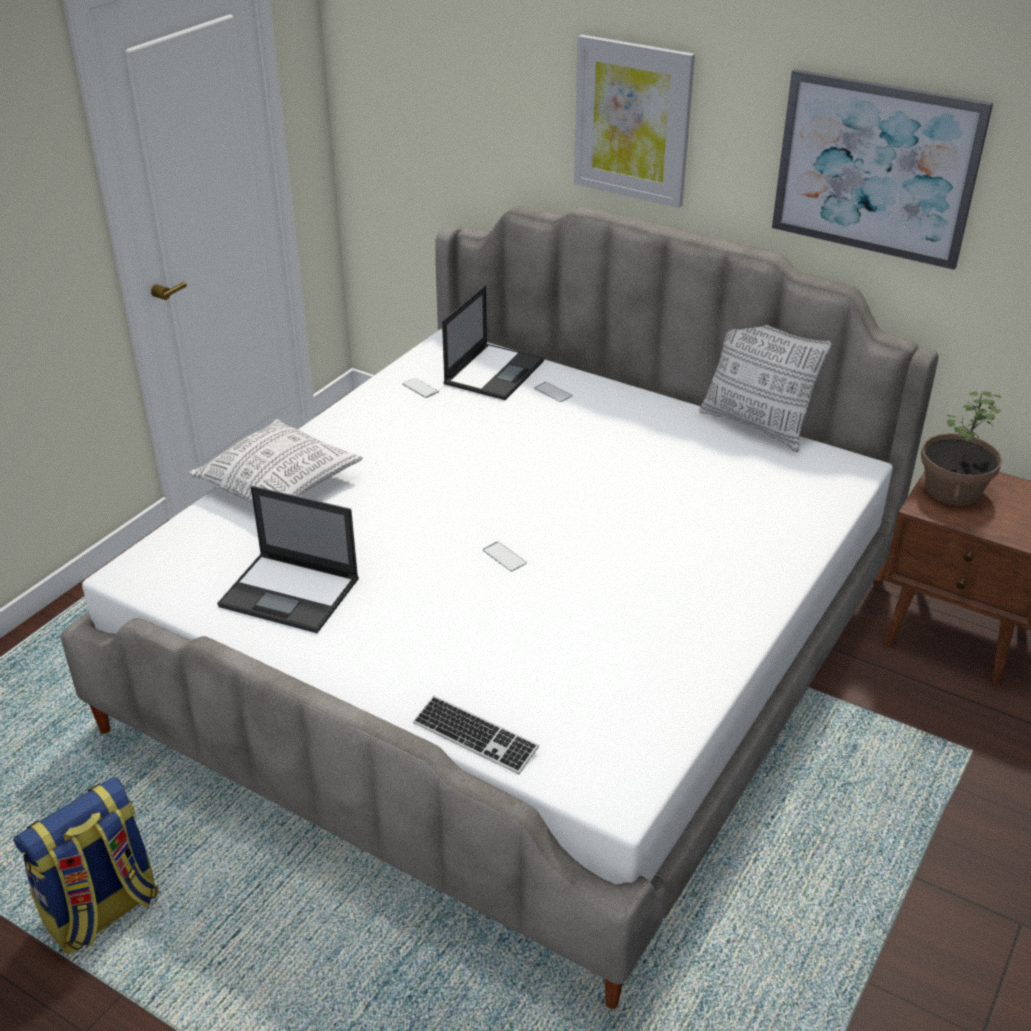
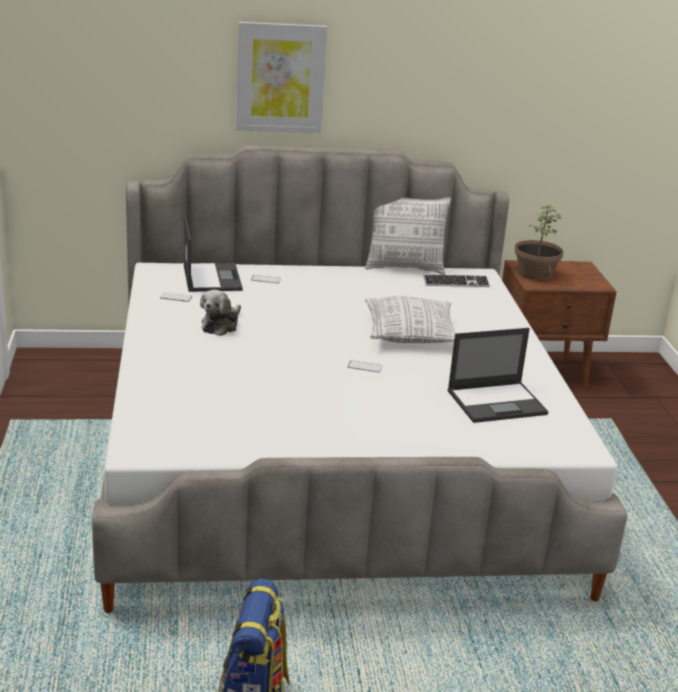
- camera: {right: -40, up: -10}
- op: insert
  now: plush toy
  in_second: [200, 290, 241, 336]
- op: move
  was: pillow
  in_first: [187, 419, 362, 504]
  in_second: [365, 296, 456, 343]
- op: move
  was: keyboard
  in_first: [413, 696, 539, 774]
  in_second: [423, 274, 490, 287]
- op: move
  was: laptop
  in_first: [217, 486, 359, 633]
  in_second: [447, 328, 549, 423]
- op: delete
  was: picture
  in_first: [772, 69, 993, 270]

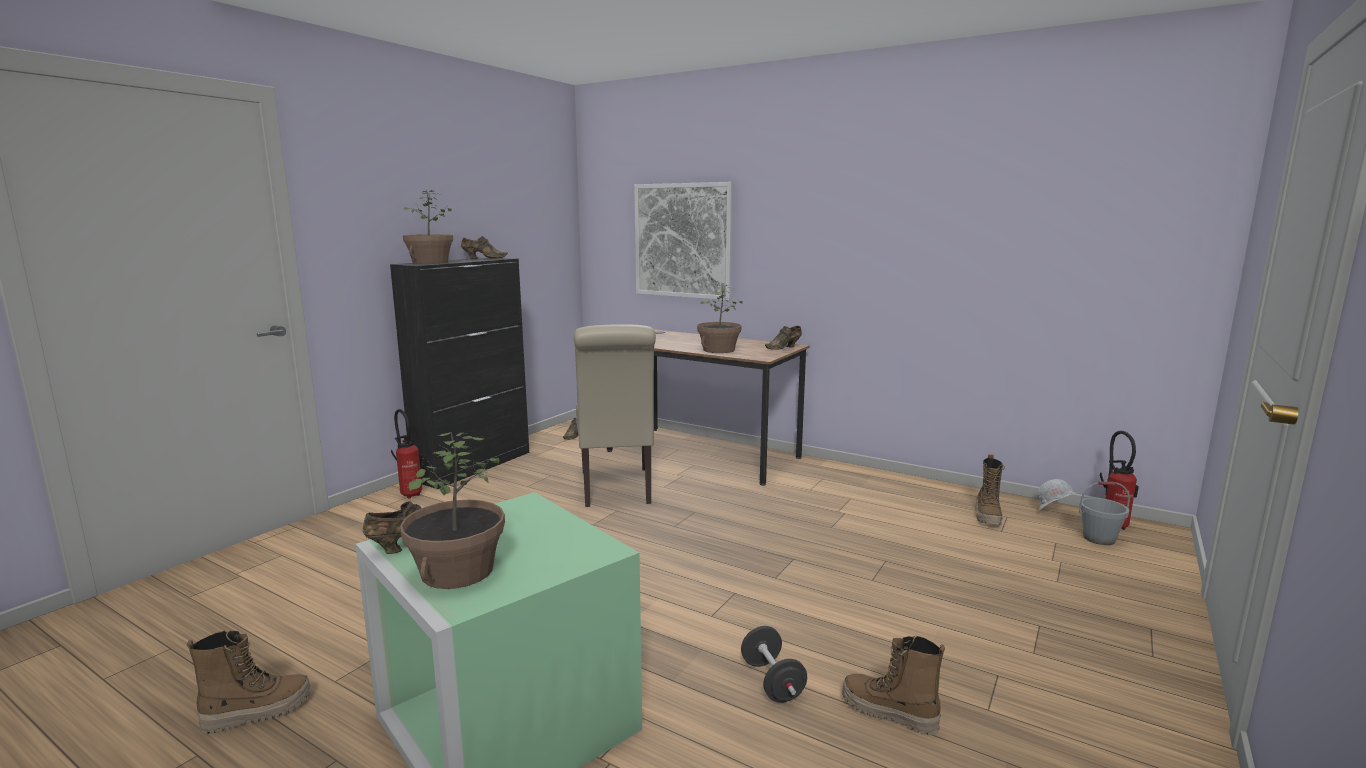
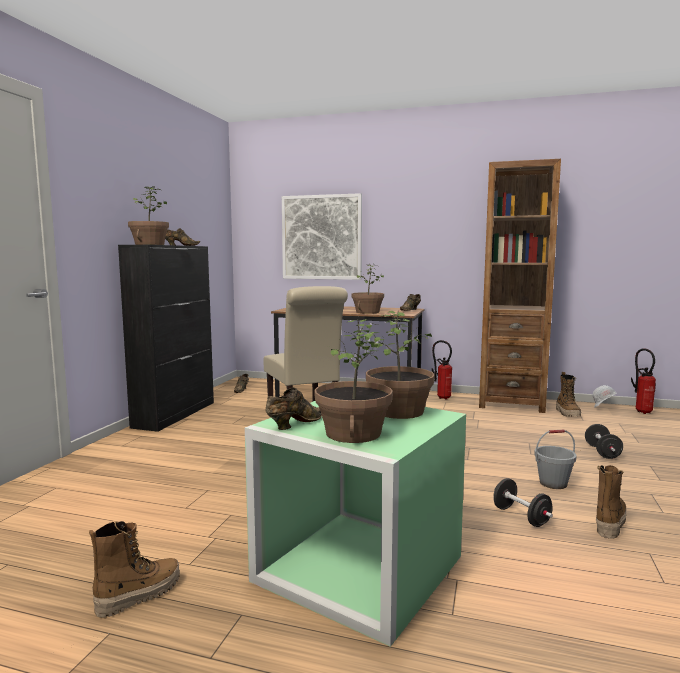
- camera: {right: -15, up: -5}
- op: insert
  now: potted plant
  in_second: [365, 311, 435, 419]
- op: move
  was: fire extinguisher
  in_first: [391, 409, 424, 498]
  in_second: [432, 340, 452, 400]
- op: insert
  now: brown bookcase
  in_second: [479, 159, 561, 413]
- op: move
  was: grey bucket
  in_first: [1079, 481, 1130, 545]
  in_second: [534, 429, 577, 489]
- op: insert
  now: black dumbbell
  in_second: [585, 424, 623, 459]
- op: rotate
  was: boot
  in_first: [842, 636, 945, 735]
  in_second: [596, 465, 627, 539]
  clockwise: 105

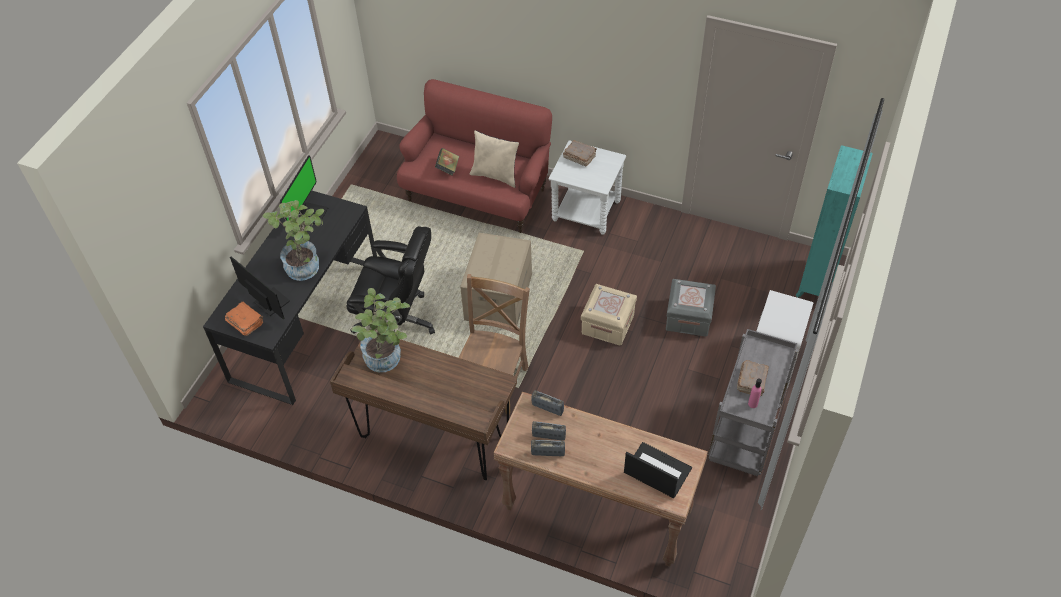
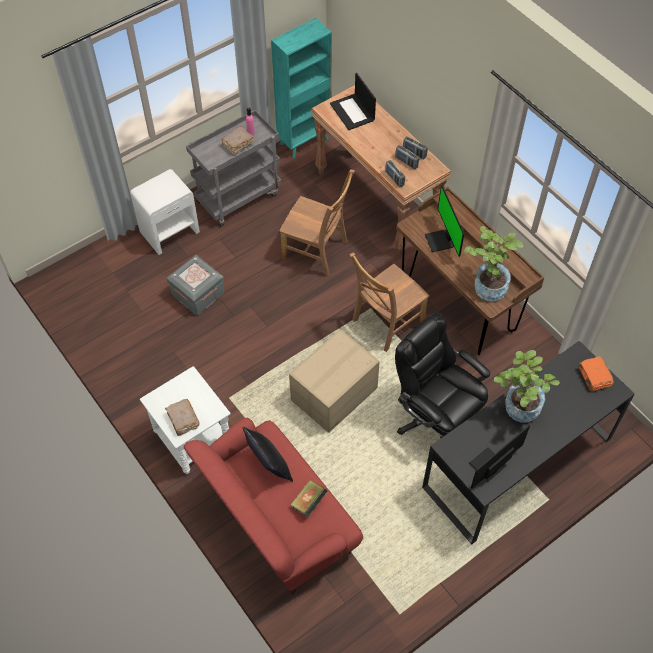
- camera: {right: -150, up: 5}
- op: recolor
  was: beige pillow
  now: black pillow
  in_first: [470, 130, 519, 188]
  in_second: [243, 427, 293, 482]
- op: move
  was: turquoise bookcase
  in_first: [796, 145, 873, 298]
  in_second: [271, 18, 332, 159]
- op: insert
  now: brown chair
  in_second: [279, 169, 355, 276]
- op: move
  was: monitor
  in_first: [230, 257, 290, 319]
  in_second: [425, 185, 464, 257]
- op: delete
  was: beige storage box
  in_first: [581, 284, 637, 346]

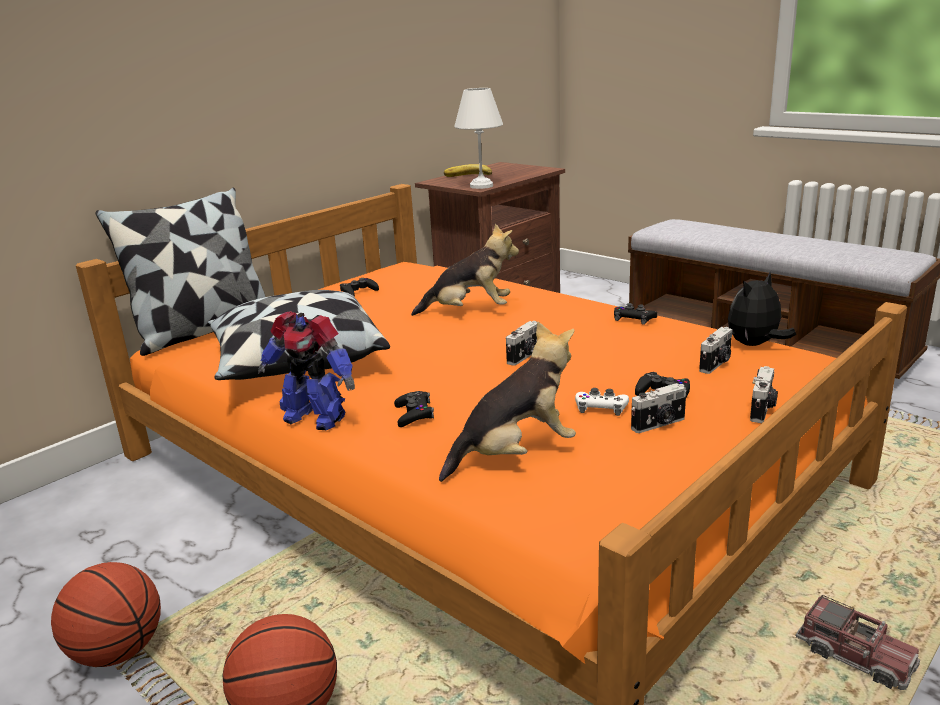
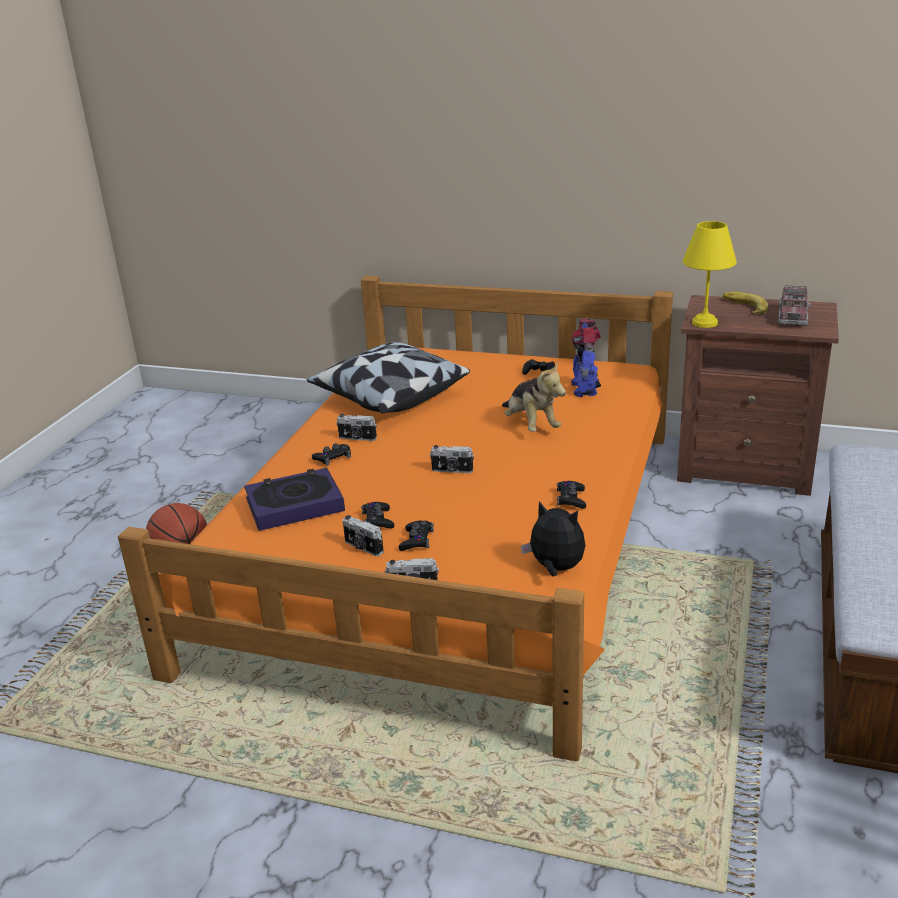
- camera: {right: 65, up: 5}
- op: replace
  was: plush toy
  now: book
  in_first: [439, 321, 576, 482]
  in_second: [244, 468, 345, 531]
- op: move
  was: photo camera
  in_first: [699, 327, 733, 374]
  in_second: [337, 414, 377, 441]
- op: recolor
  was: white game controller
  now: black game controller
  in_first: [575, 388, 629, 416]
  in_second: [361, 502, 394, 528]
- op: move
  was: toy robot
  in_first: [258, 311, 355, 430]
  in_second: [571, 319, 601, 397]
- op: recolor
  was: white table lamp
  now: yellow table lamp
  in_first: [454, 88, 503, 189]
  in_second: [683, 221, 737, 328]
- op: move
  was: toy truck
  in_first: [796, 595, 920, 690]
  in_second: [778, 286, 811, 326]
- op: delete
  was: basketball
  in_first: [51, 562, 161, 667]
- op: delete
  was: pillow
  in_first: [95, 188, 265, 356]

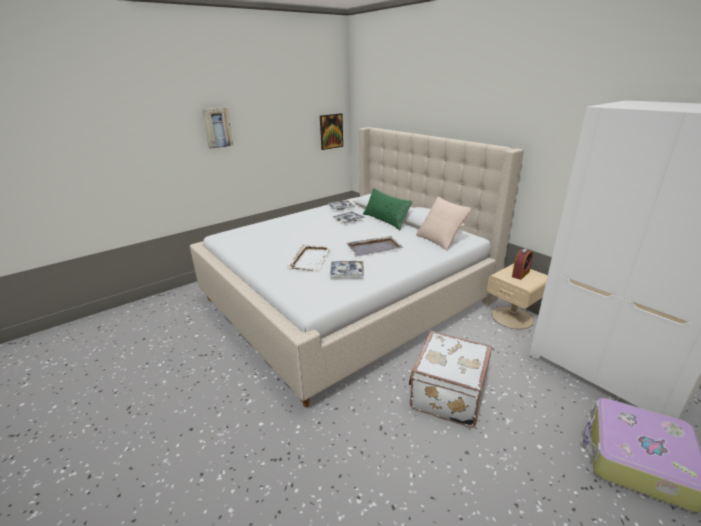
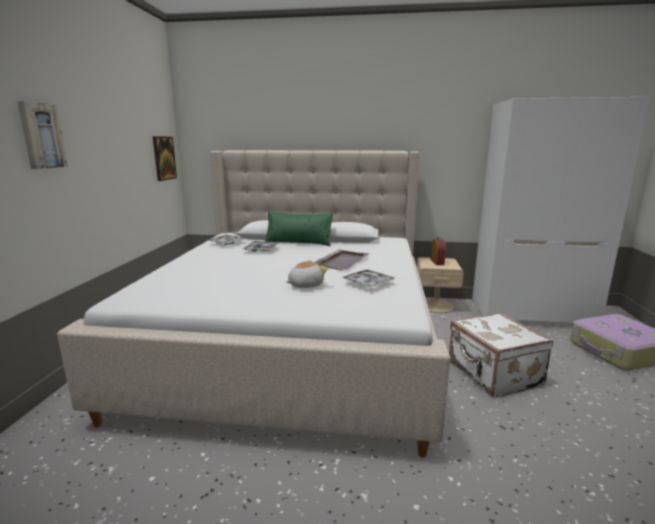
- camera: {right: -45, up: -10}
- op: replace
  was: white tray
  now: plush toy
  in_first: [286, 245, 331, 271]
  in_second: [286, 260, 328, 288]
- op: delete
  was: beige pillow
  in_first: [416, 197, 472, 250]

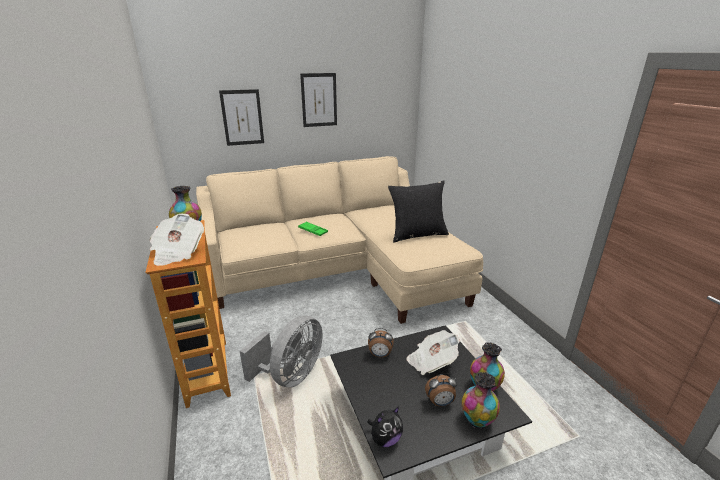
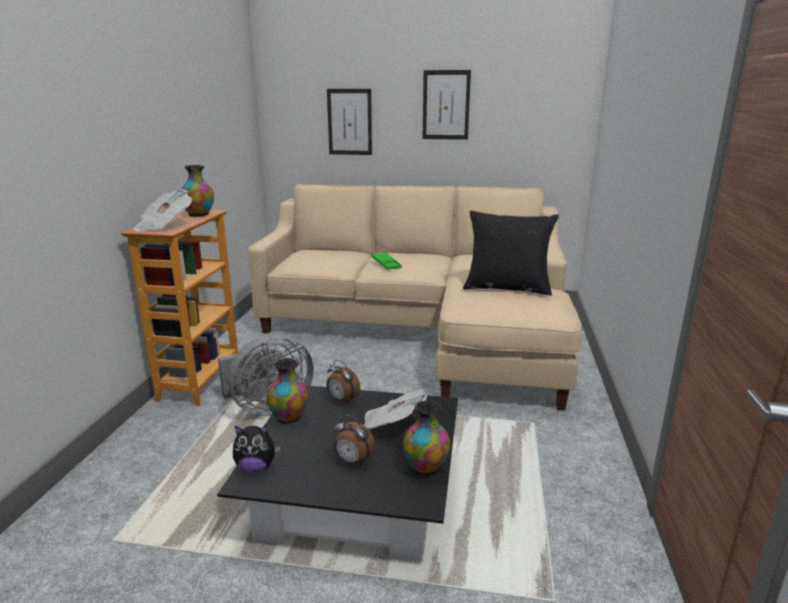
- camera: {right: 30, up: -5}
- op: move
  was: vase
  in_first: [462, 372, 500, 429]
  in_second: [267, 358, 308, 424]

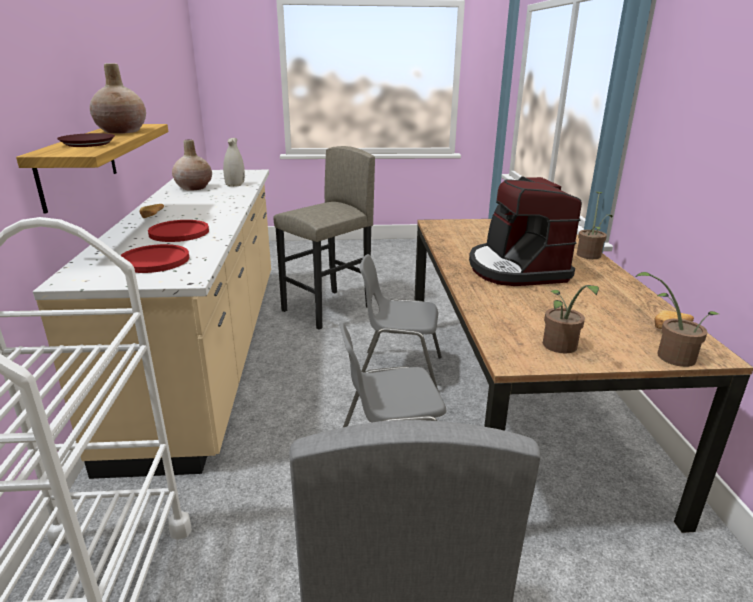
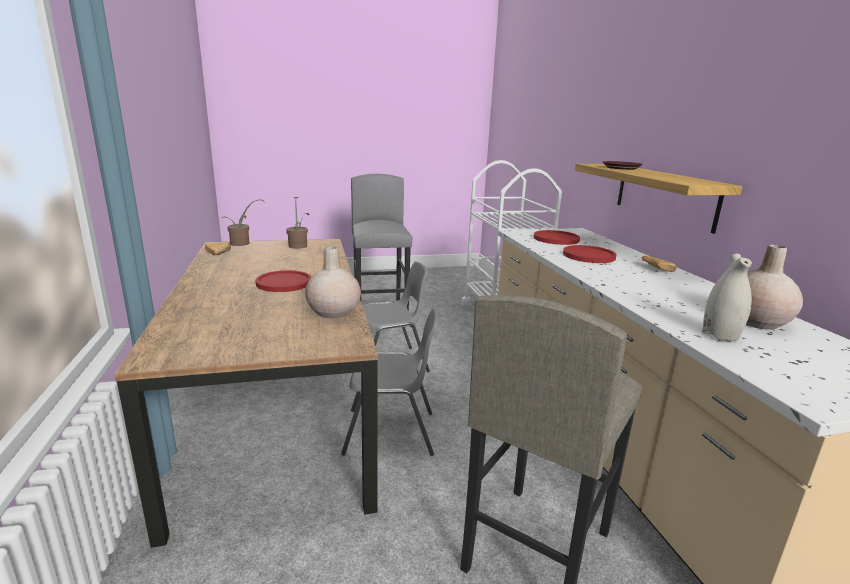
- camera: {right: 170, up: -5}
- op: replace
  was: coffee machine
  now: red plate
  in_first: [469, 176, 582, 286]
  in_second: [256, 270, 311, 292]
- op: move
  was: beige vase
  in_first: [89, 63, 146, 134]
  in_second: [305, 246, 361, 318]
- op: delete
  was: potted plant
  in_first: [577, 192, 613, 259]

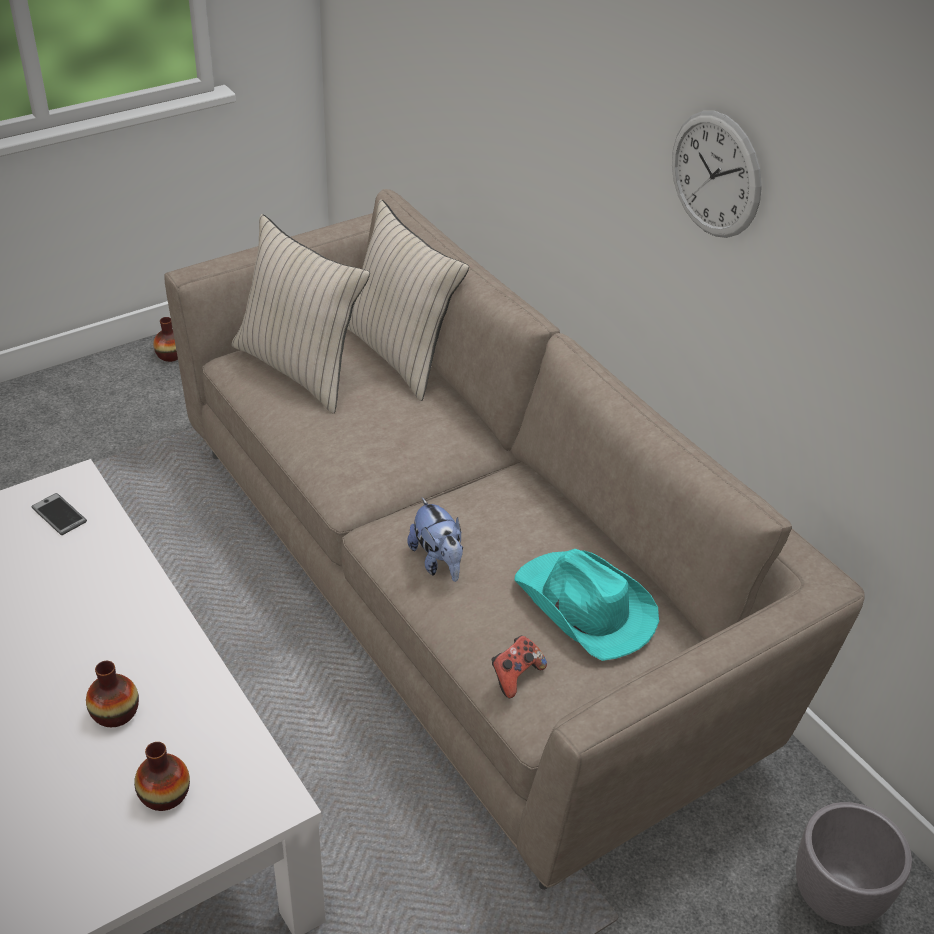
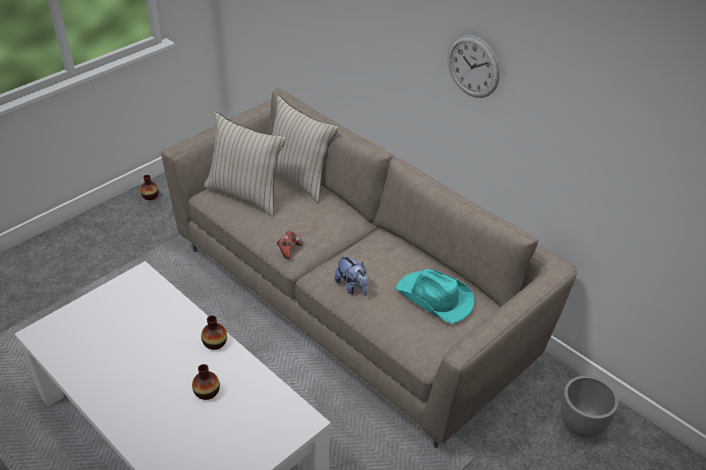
- camera: {right: -10, up: 0}
- op: move
  was: vase
  in_first: [134, 742, 190, 811]
  in_second: [201, 315, 227, 350]
- op: move
  was: game controller
  in_first: [492, 636, 547, 698]
  in_second: [277, 231, 303, 259]
- op: delete
  was: phone
  in_first: [32, 493, 87, 535]

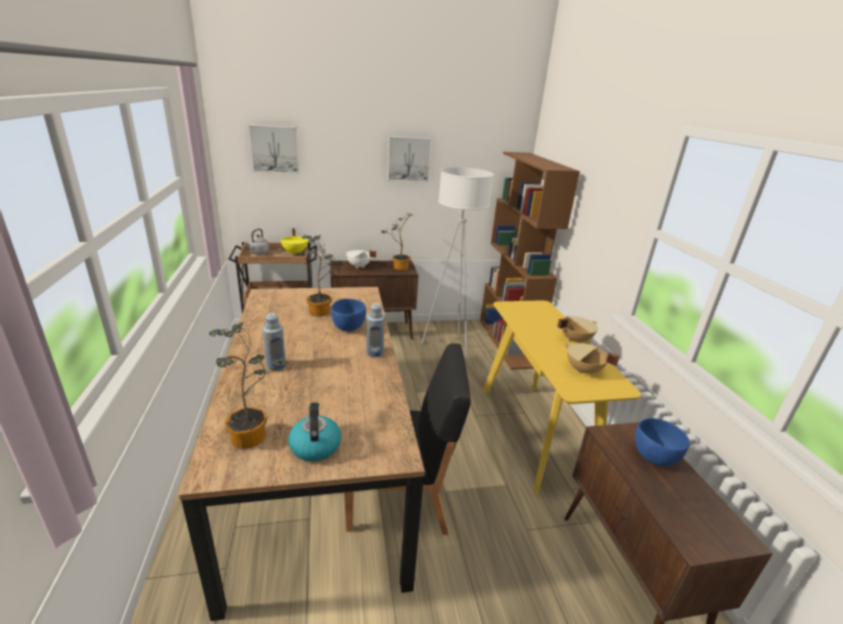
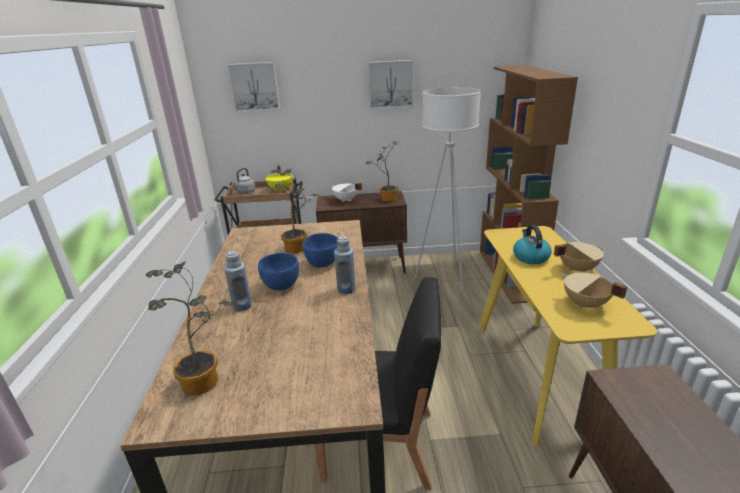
- camera: {right: 10, up: 0}
- op: move
  was: blue bowl
  in_first: [635, 418, 690, 466]
  in_second: [258, 253, 299, 291]
- op: move
  was: kettle
  in_first: [288, 403, 341, 461]
  in_second: [513, 225, 552, 264]

